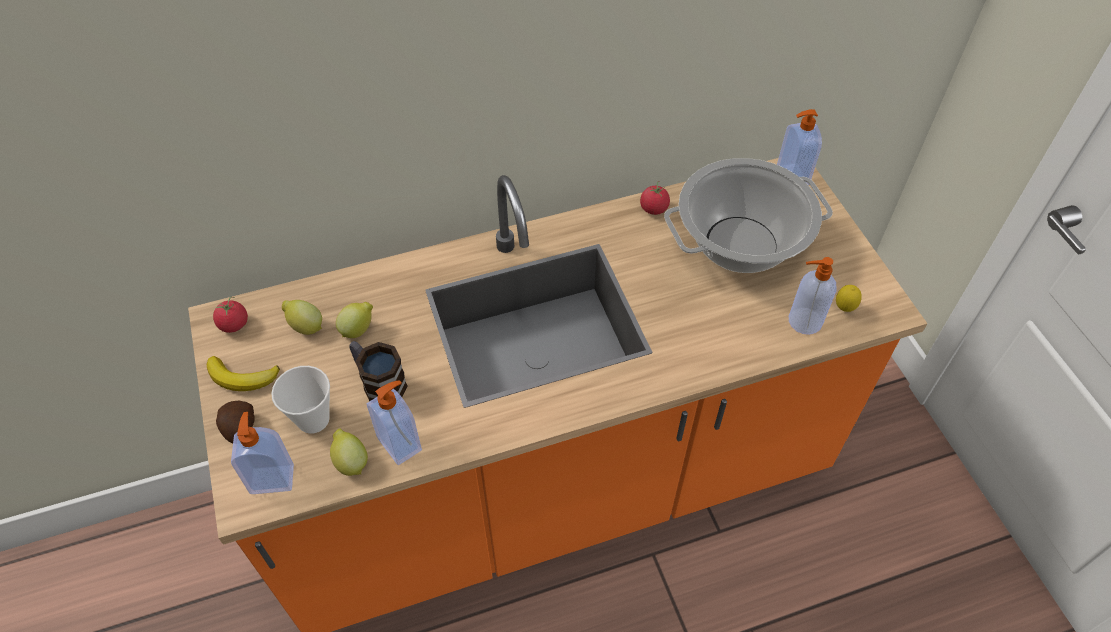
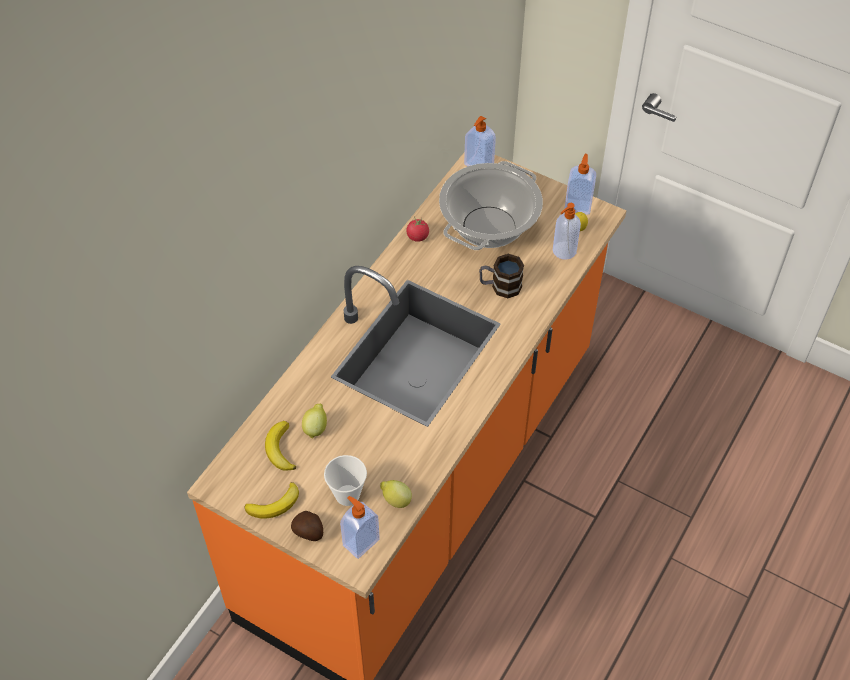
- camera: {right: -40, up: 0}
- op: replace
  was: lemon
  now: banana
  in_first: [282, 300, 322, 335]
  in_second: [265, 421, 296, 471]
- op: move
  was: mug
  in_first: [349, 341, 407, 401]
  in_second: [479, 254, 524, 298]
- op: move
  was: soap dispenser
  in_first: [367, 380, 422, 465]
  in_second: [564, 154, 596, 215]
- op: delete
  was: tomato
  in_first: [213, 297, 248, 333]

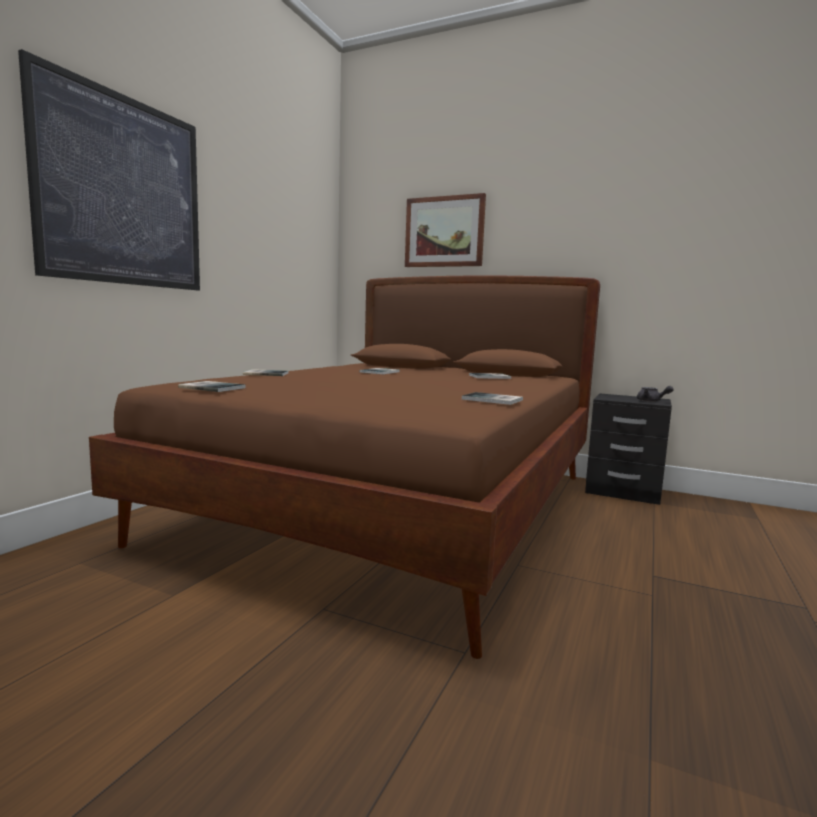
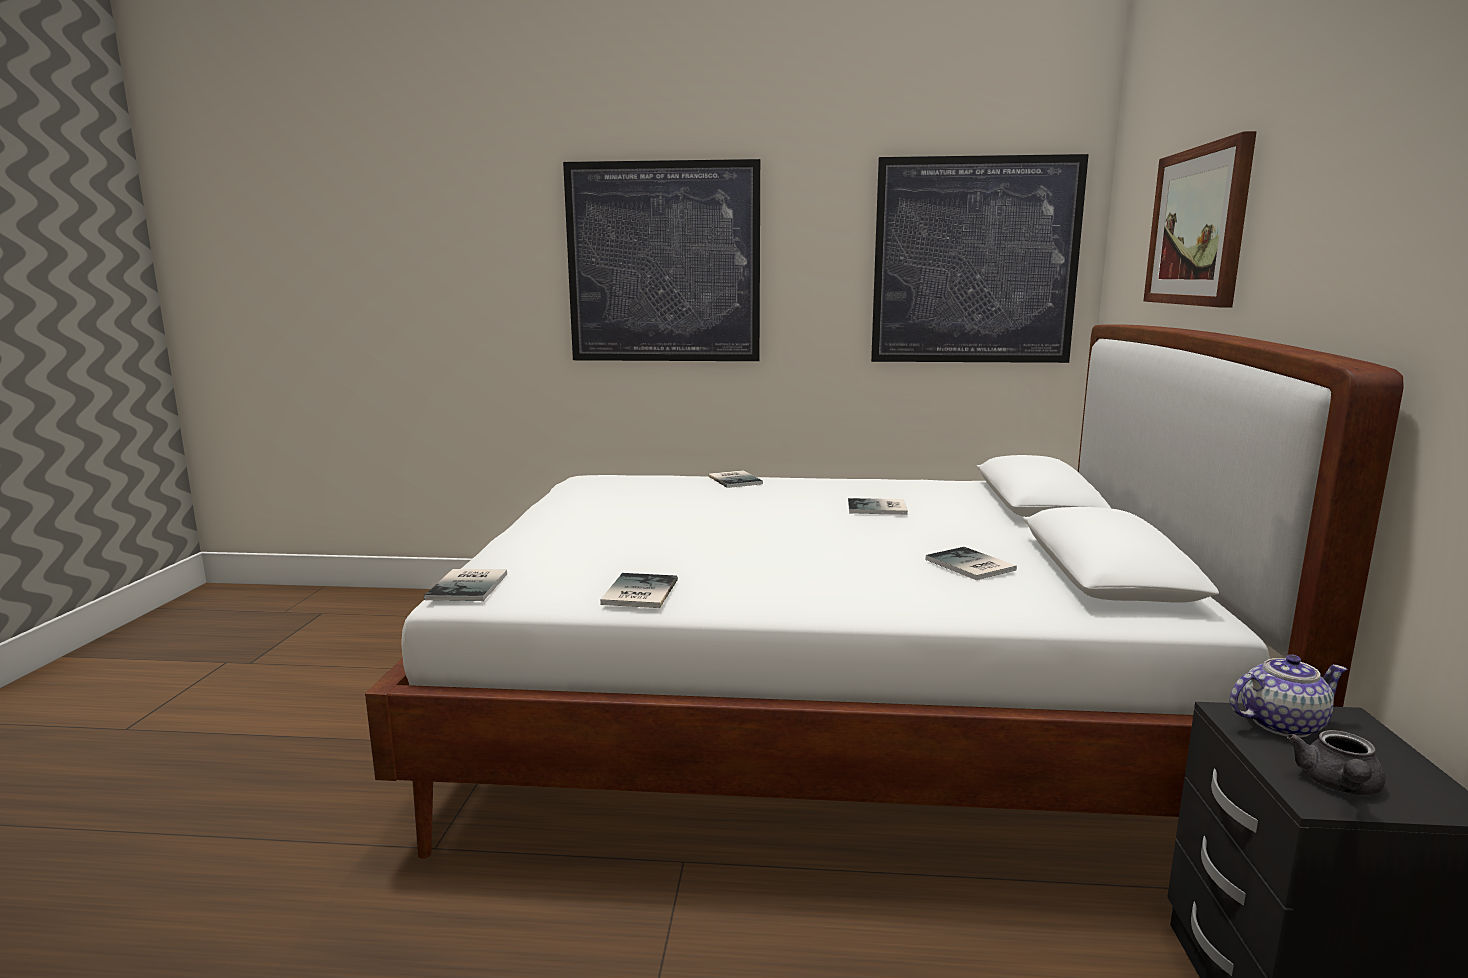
- camera: {right: 70, up: 5}
- op: recolor
  was: brown bed
  now: white bed
  in_first: [89, 275, 600, 659]
  in_second: [365, 325, 1404, 859]
- op: move
  was: book
  in_first: [178, 381, 246, 392]
  in_second: [424, 569, 507, 601]
- op: insert
  now: picture
  in_second: [871, 154, 1089, 363]
- op: insert
  now: teapot
  in_second: [1229, 655, 1347, 737]

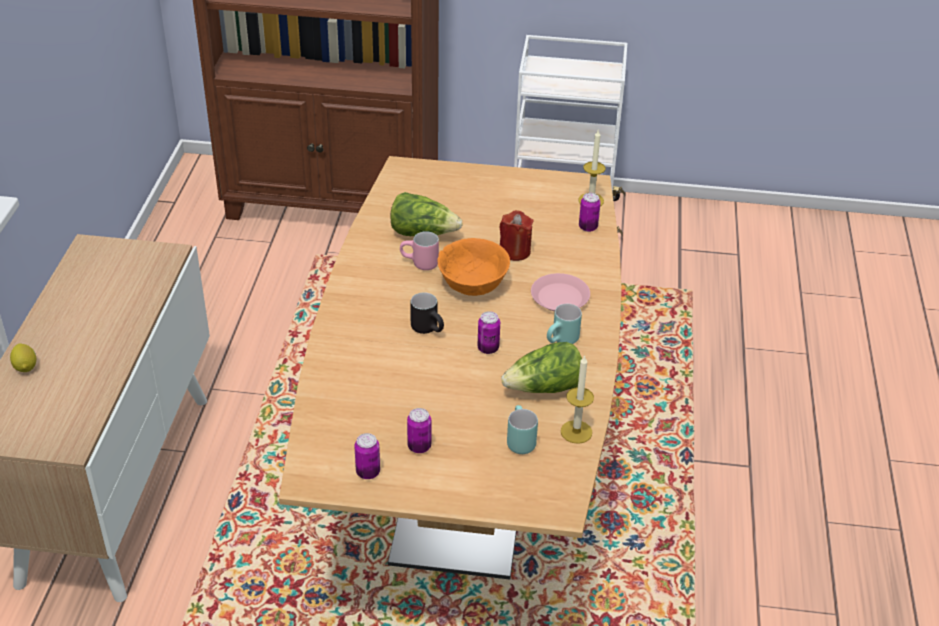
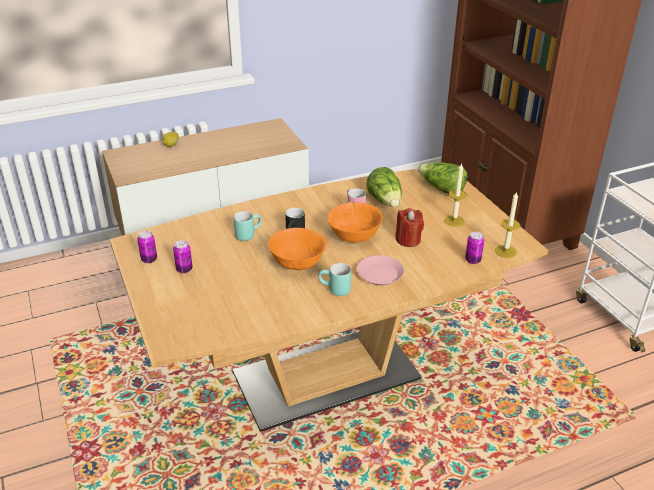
- camera: {right: 60, up: -5}
- op: move
  was: turquoise mug
  in_first: [507, 405, 538, 454]
  in_second: [234, 211, 262, 241]
- op: replace
  was: can
  now: orange bowl
  in_first: [478, 311, 500, 354]
  in_second: [268, 228, 327, 270]
- op: move
  was: lettuce
  in_first: [501, 342, 582, 393]
  in_second: [418, 162, 467, 194]
- op: move
  was: candle
  in_first: [561, 355, 594, 444]
  in_second: [444, 163, 467, 227]

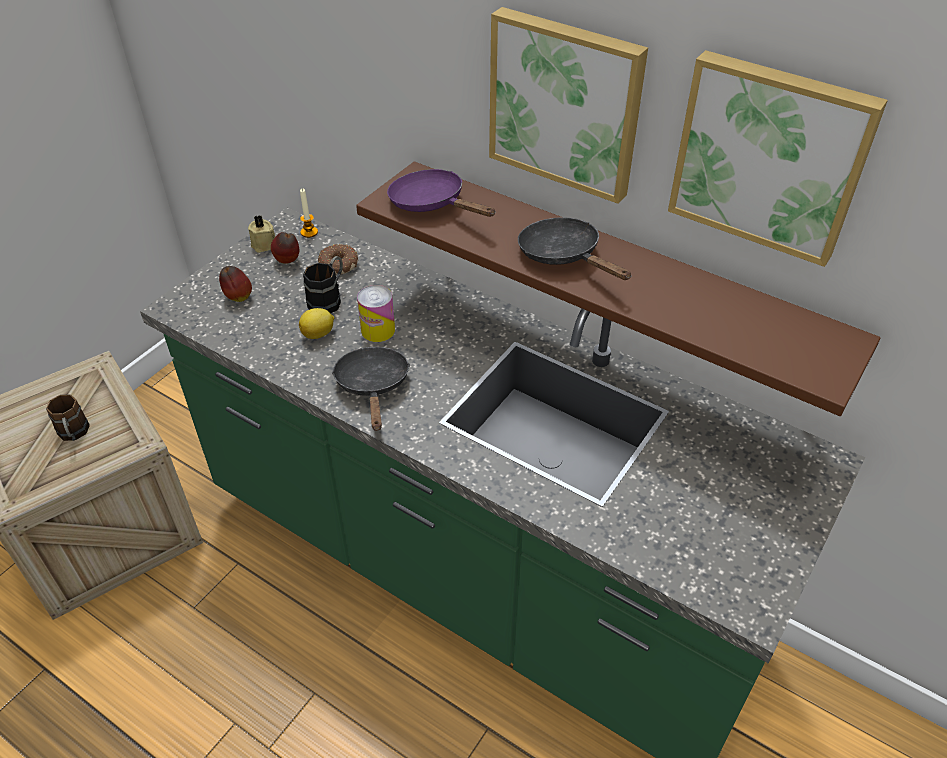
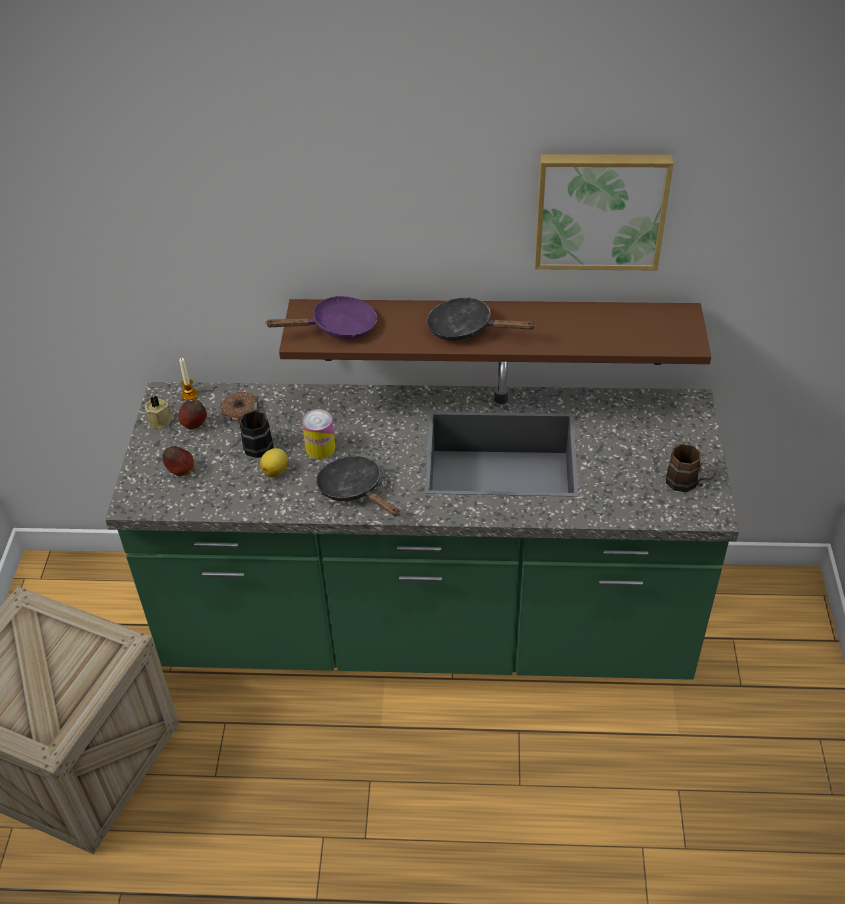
- camera: {right: -30, up: 0}
- op: rotate
  was: purple frying pan
  in_first: [387, 169, 496, 217]
  in_second: [266, 296, 377, 339]
  clockwise: 150
- op: move
  was: brown mug
  in_first: [46, 395, 90, 441]
  in_second: [666, 444, 716, 492]
- op: delete
  was: picture
  in_first: [489, 7, 648, 204]

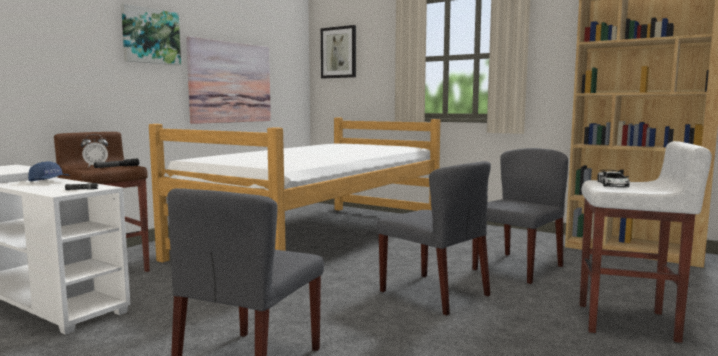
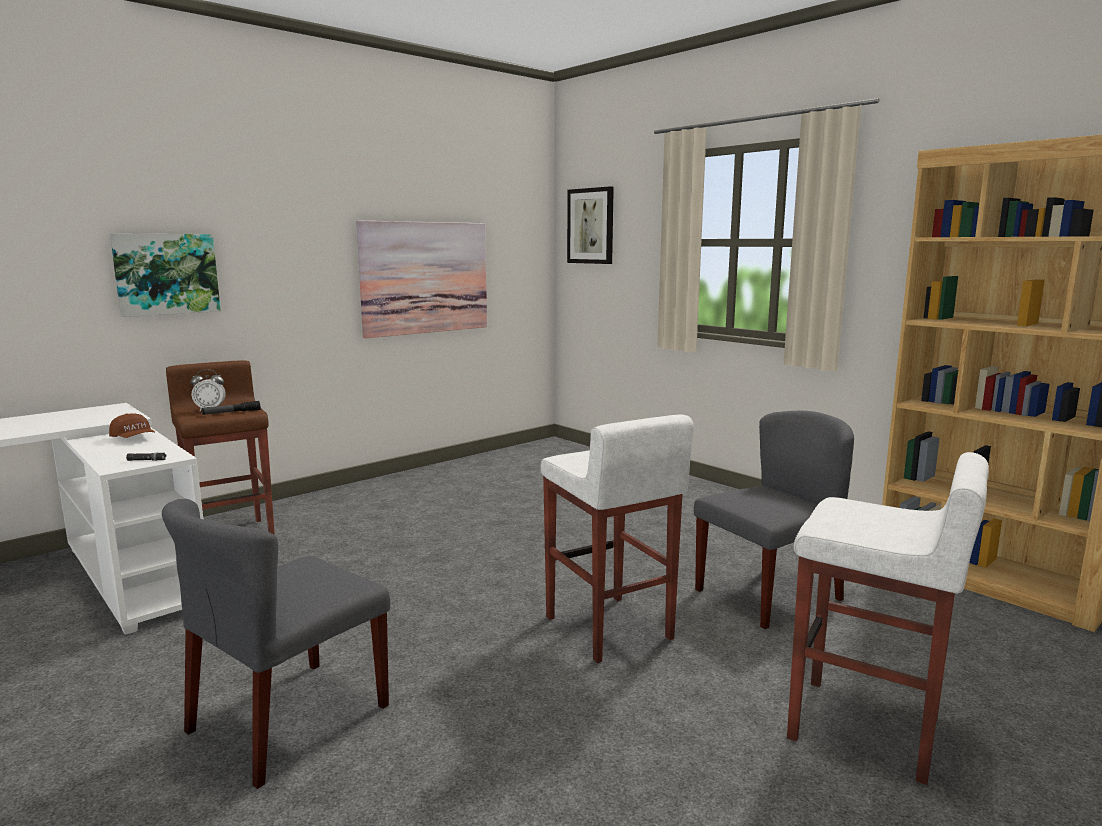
- camera: {right: 15, up: 5}
- op: recolor
  was: blue cap
  now: brown cap
  in_first: [28, 161, 70, 182]
  in_second: [109, 413, 155, 438]
- op: move
  was: picture
  in_first: [121, 4, 181, 65]
  in_second: [110, 233, 221, 317]
- op: replace
  was: grey chair
  now: white stool
  in_first: [377, 161, 491, 315]
  in_second: [540, 414, 694, 663]
- op: delete
  was: bed
  in_first: [149, 118, 440, 263]
- op: delete
  was: toy car
  in_first: [597, 170, 630, 187]

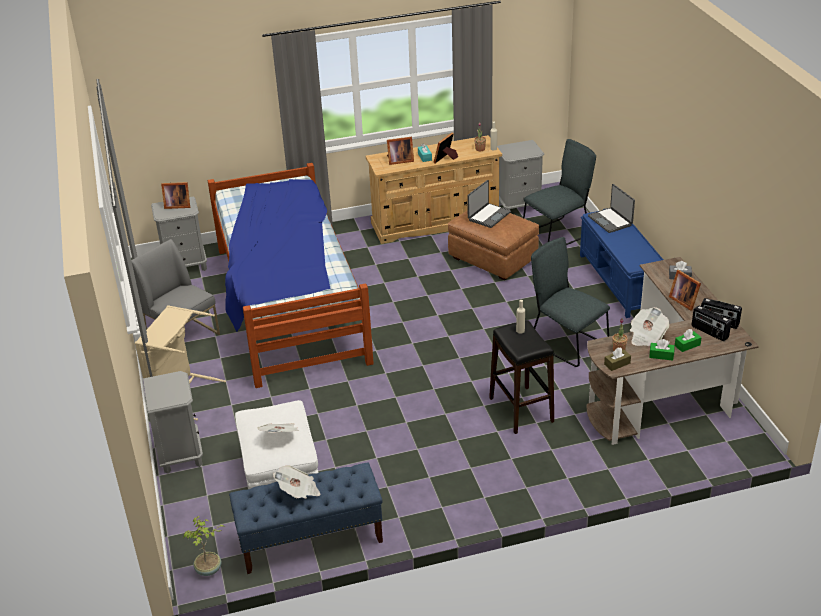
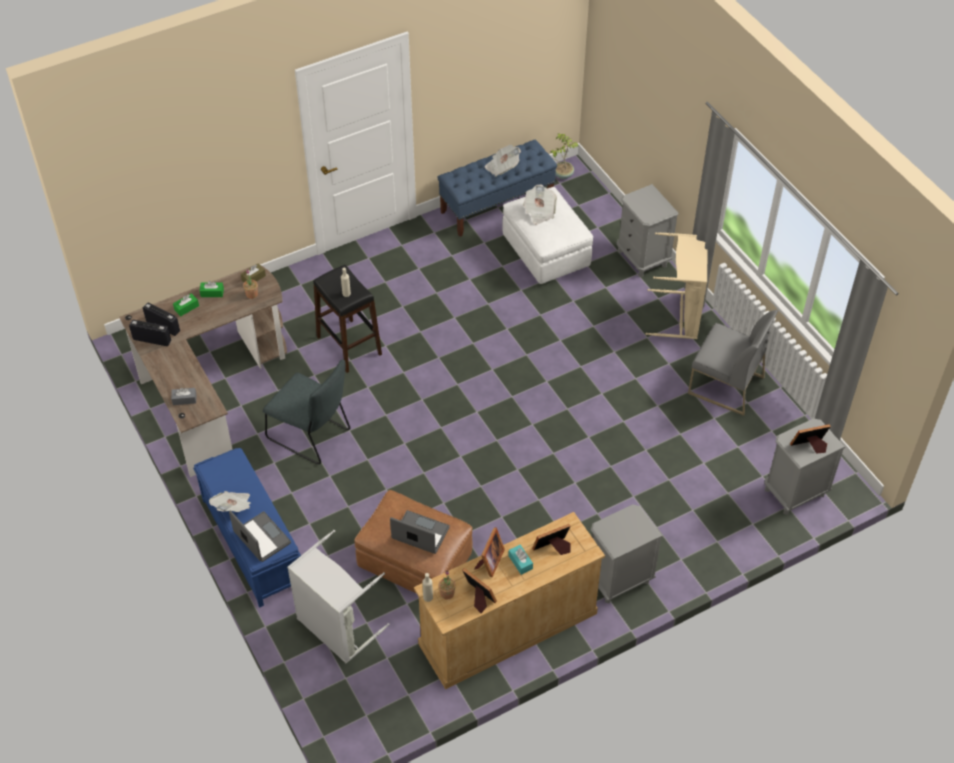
- camera: {right: 165, up: 15}
- op: move
  was: newspaper
  in_first: [630, 307, 669, 346]
  in_second: [209, 491, 251, 512]
- op: replace
  was: grey chair
  now: grey laundry basket
  in_first: [523, 139, 596, 245]
  in_second: [287, 530, 390, 663]
- op: rotate
  was: laptop
  in_first: [467, 180, 511, 228]
  in_second: [390, 510, 450, 554]
  clockwise: 90
- op: move
  was: picture frame
  in_first: [669, 270, 701, 311]
  in_second: [462, 568, 497, 613]
- op: move
  was: grey nightstand
  in_first: [497, 140, 544, 210]
  in_second: [591, 504, 663, 604]
- op: delete
  was: bed
  in_first: [208, 163, 374, 388]

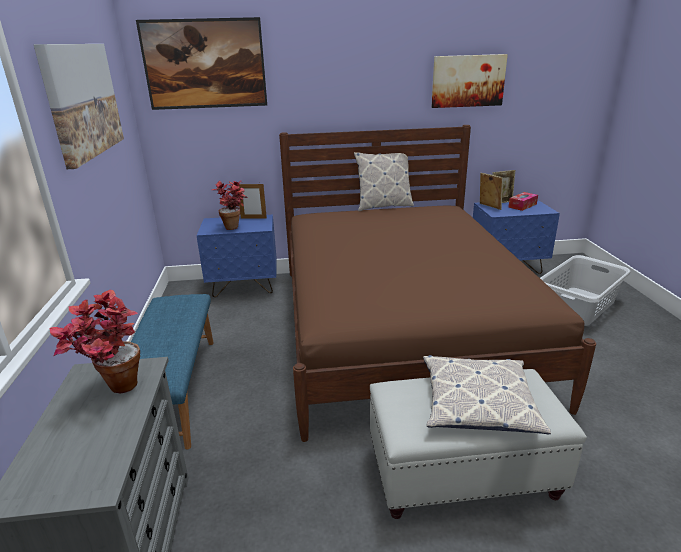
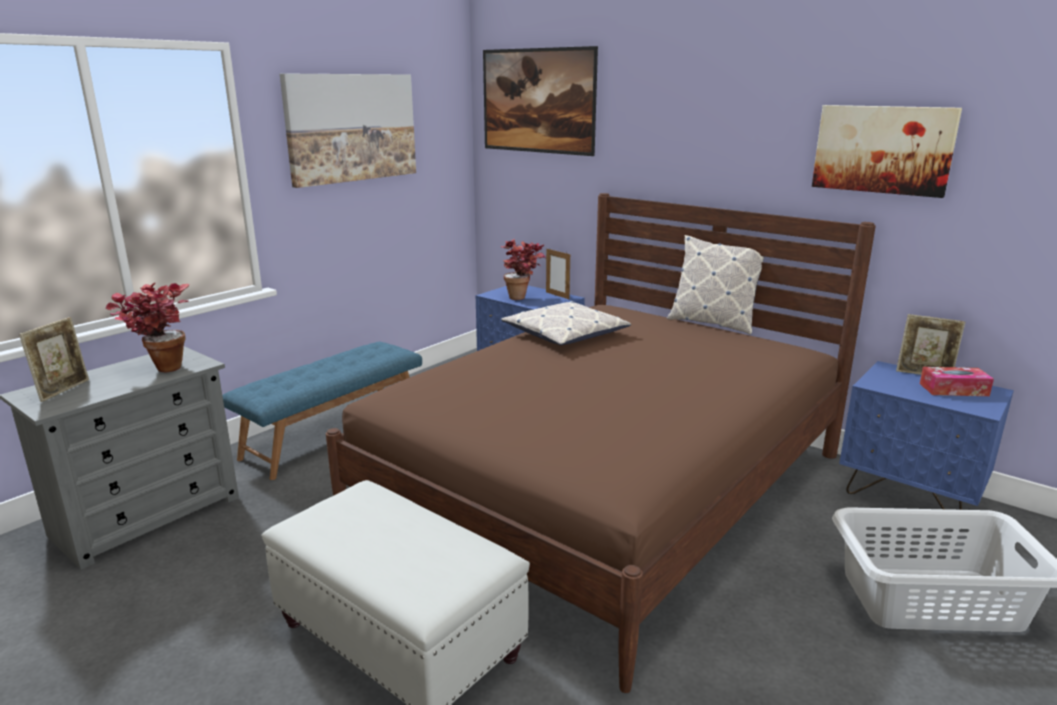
- camera: {right: 45, up: -5}
- op: move
  was: picture frame
  in_first: [480, 173, 503, 210]
  in_second: [19, 317, 89, 402]
- op: move
  was: pillow
  in_first: [423, 355, 551, 434]
  in_second: [501, 301, 631, 345]

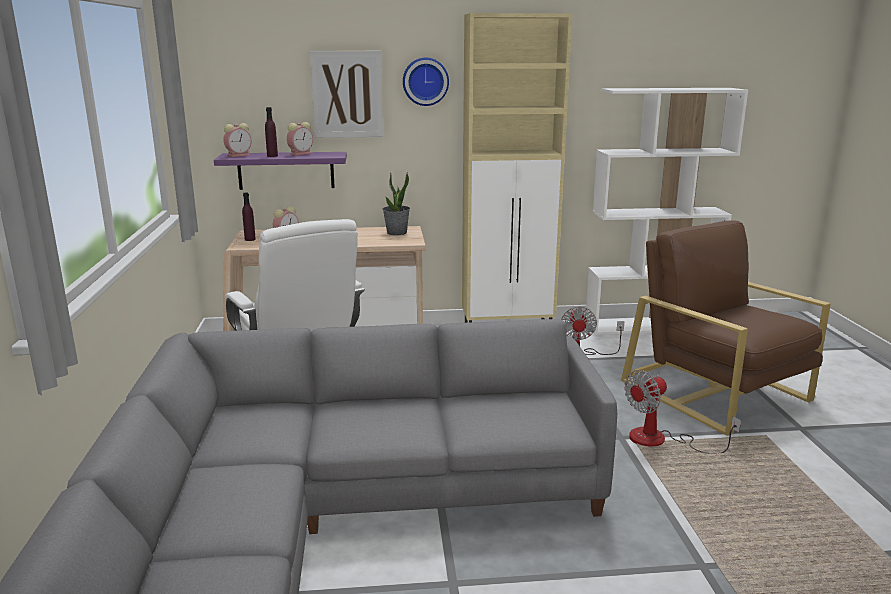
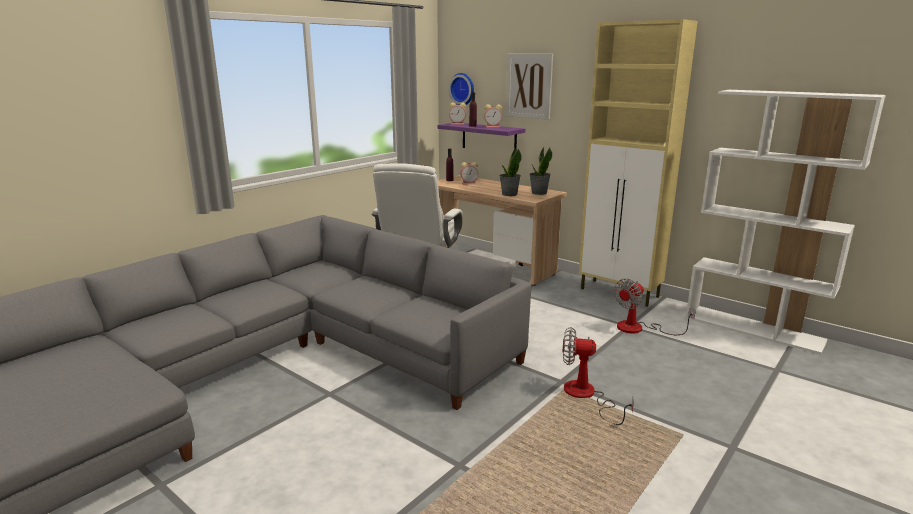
- camera: {right: 45, up: 0}
- op: move
  was: wall clock
  in_first: [403, 58, 449, 106]
  in_second: [449, 73, 474, 105]
- op: insert
  now: potted plant
  in_second: [499, 148, 522, 196]
- op: delete
  was: brown armchair
  in_first: [621, 220, 831, 436]

